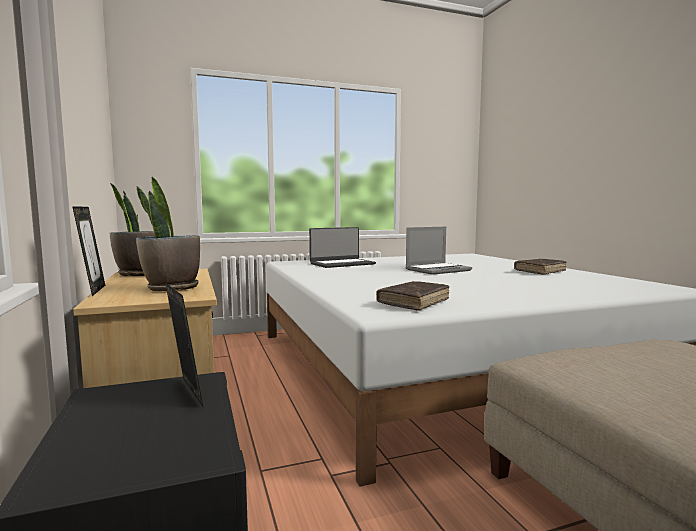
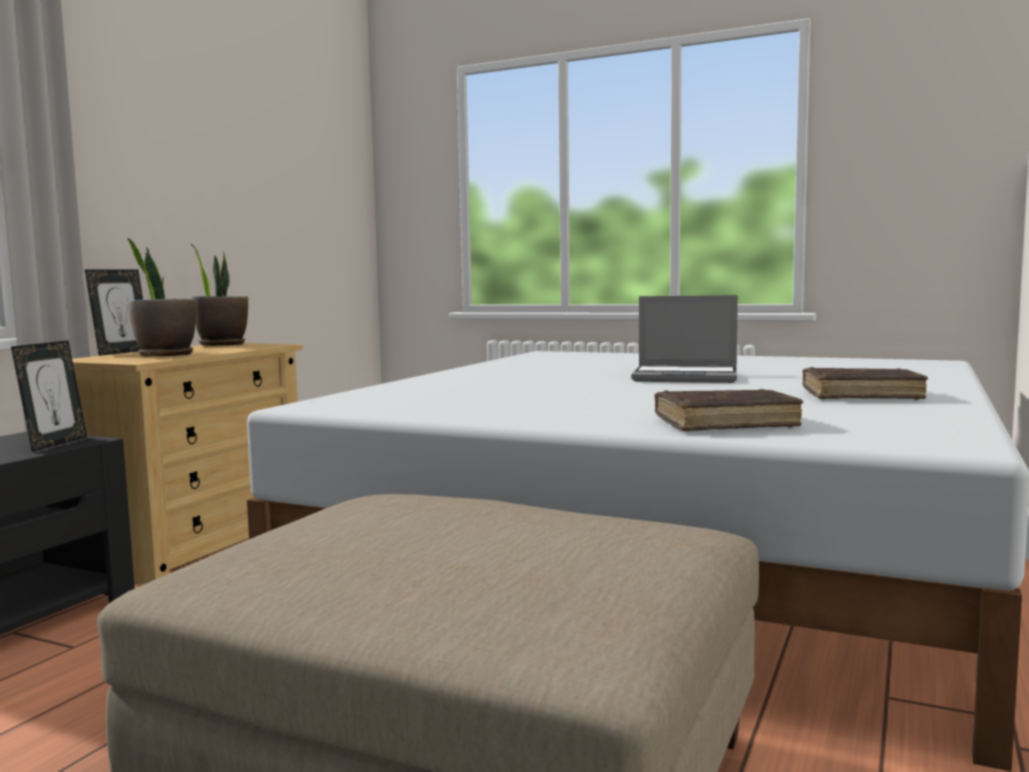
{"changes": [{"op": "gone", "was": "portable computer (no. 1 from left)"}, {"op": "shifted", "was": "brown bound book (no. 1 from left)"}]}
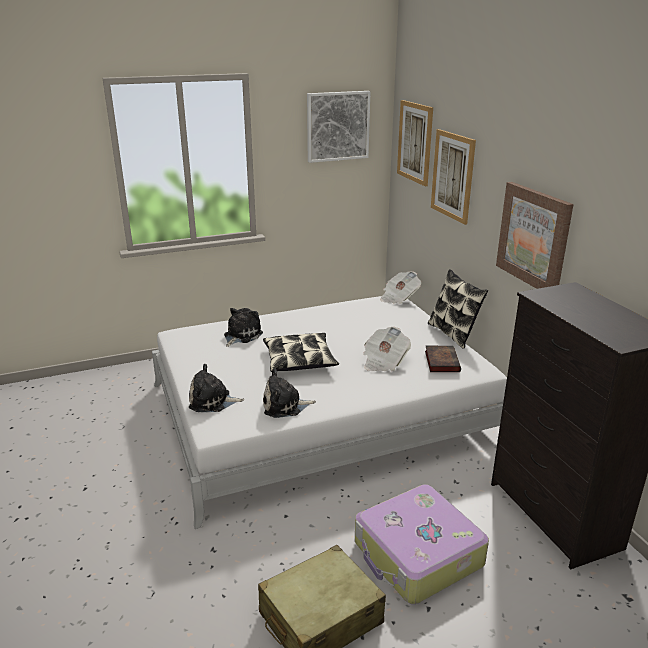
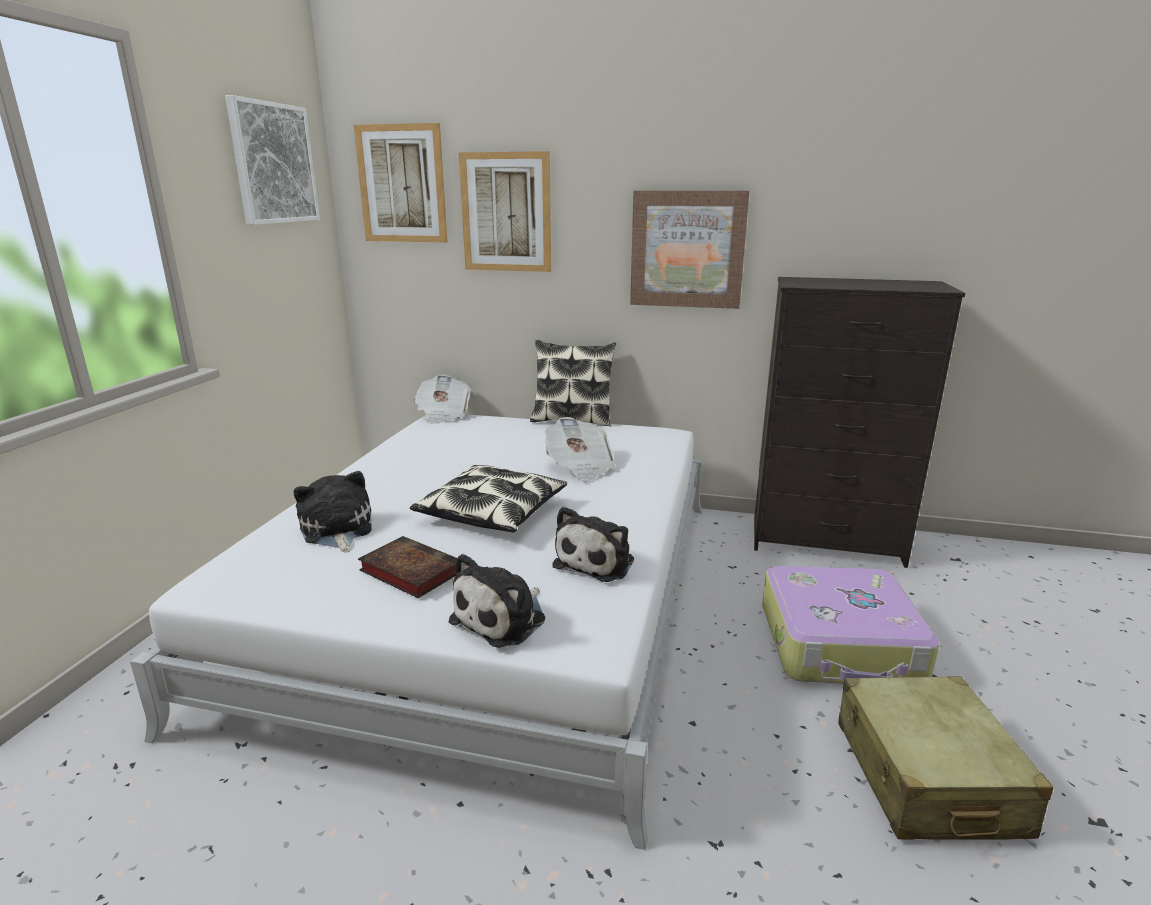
{"changes": [{"op": "shifted", "was": "bound book"}]}
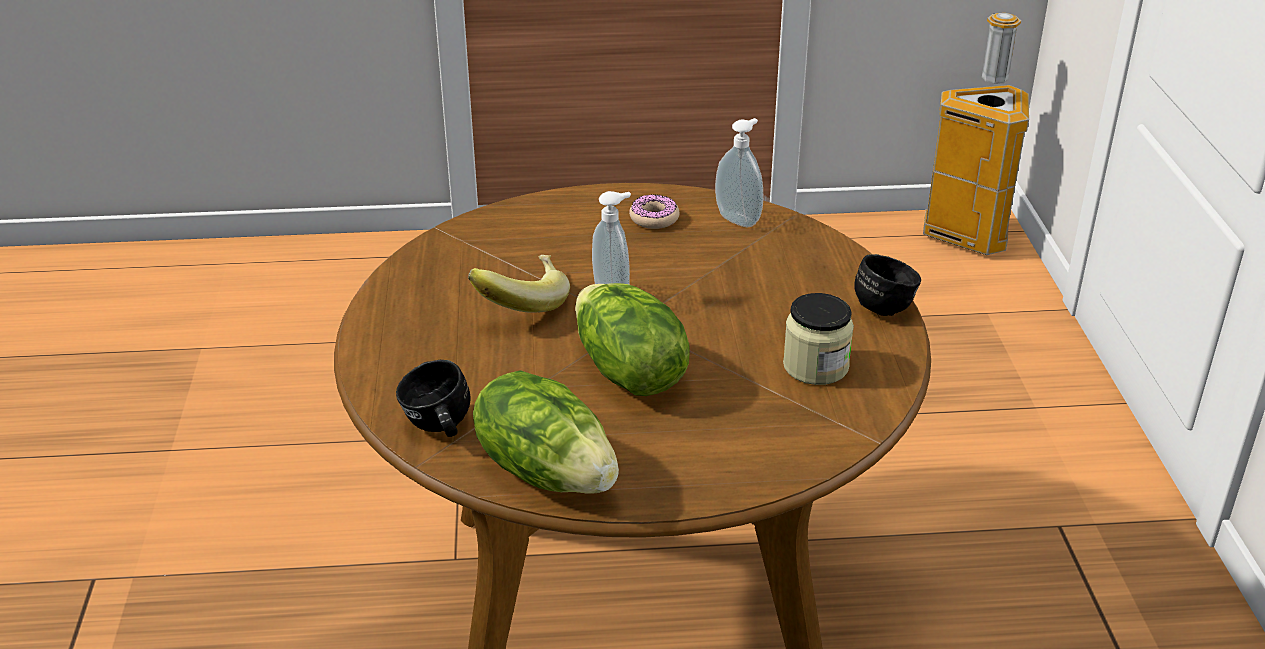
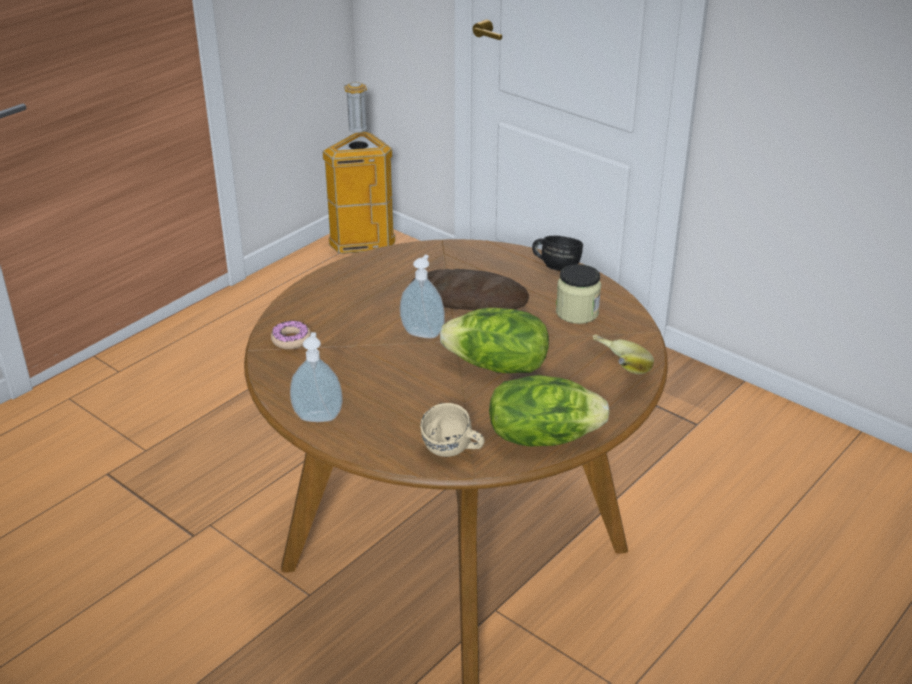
{"changes": [{"op": "new", "now": "baked bread"}, {"op": "shifted", "was": "banana fruit"}, {"op": "shifted", "was": "ring doughnut"}, {"op": "shifted", "was": "soap dispenser (no. 2 from left in the first image)", "now": "soap dispenser (no. 1 from left)"}, {"op": "repainted", "was": "black mug (no. 1 from left)", "now": "beige-coloured mug"}]}
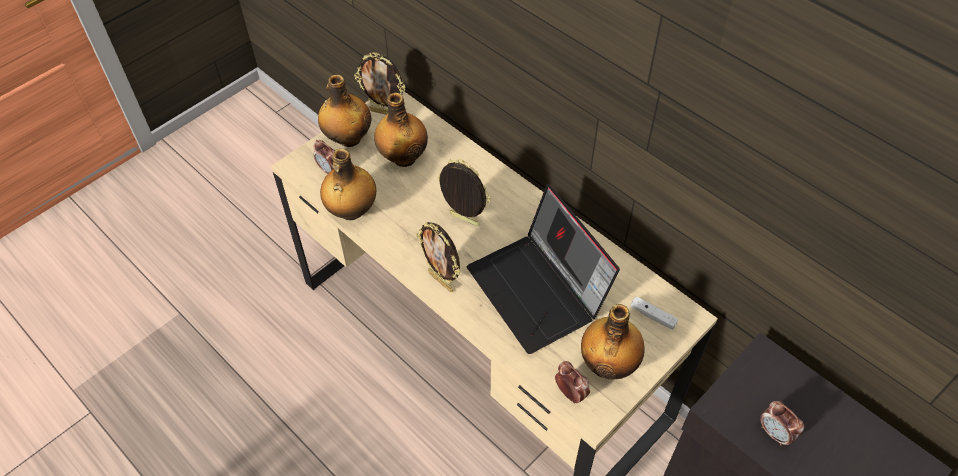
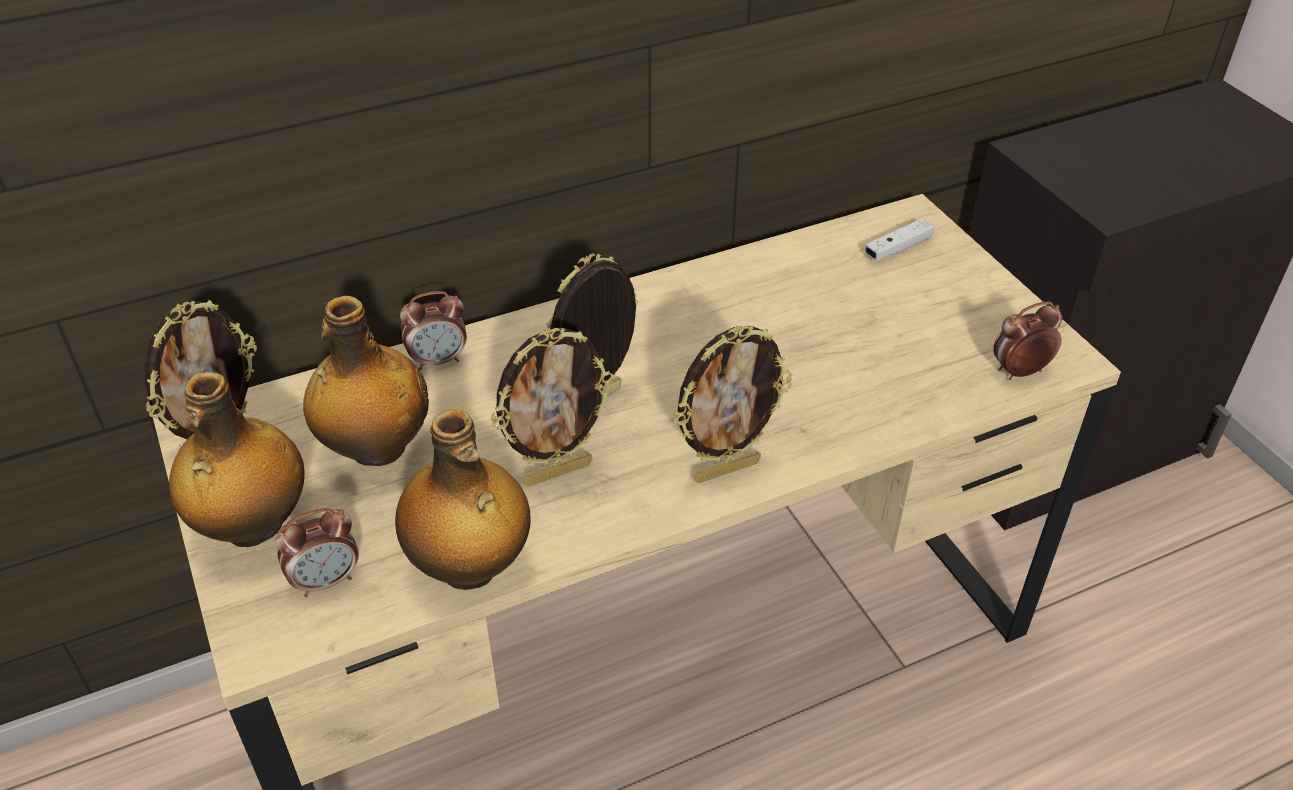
{"changes": [{"op": "gone", "was": "portable computer"}, {"op": "gone", "was": "beverage bottle (no. 4 from left)"}, {"op": "new", "now": "picture frame (no. 2 from left)"}, {"op": "shifted", "was": "bedside clock (no. 3 from left in the first image)", "now": "bedside clock (no. 2 from left)"}]}
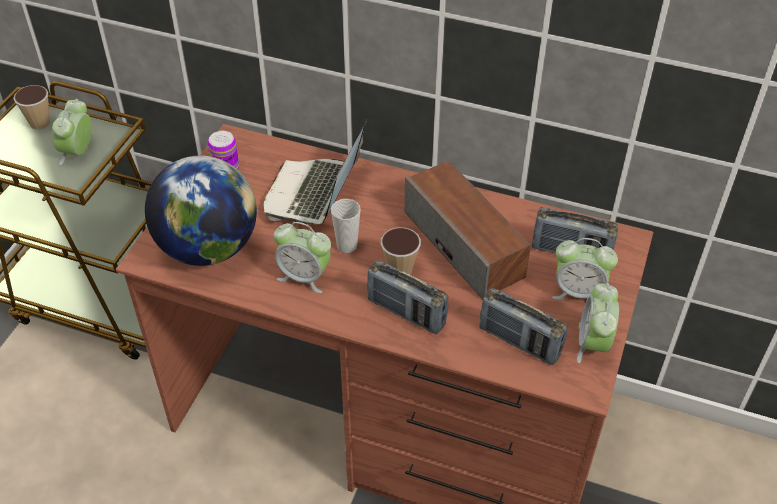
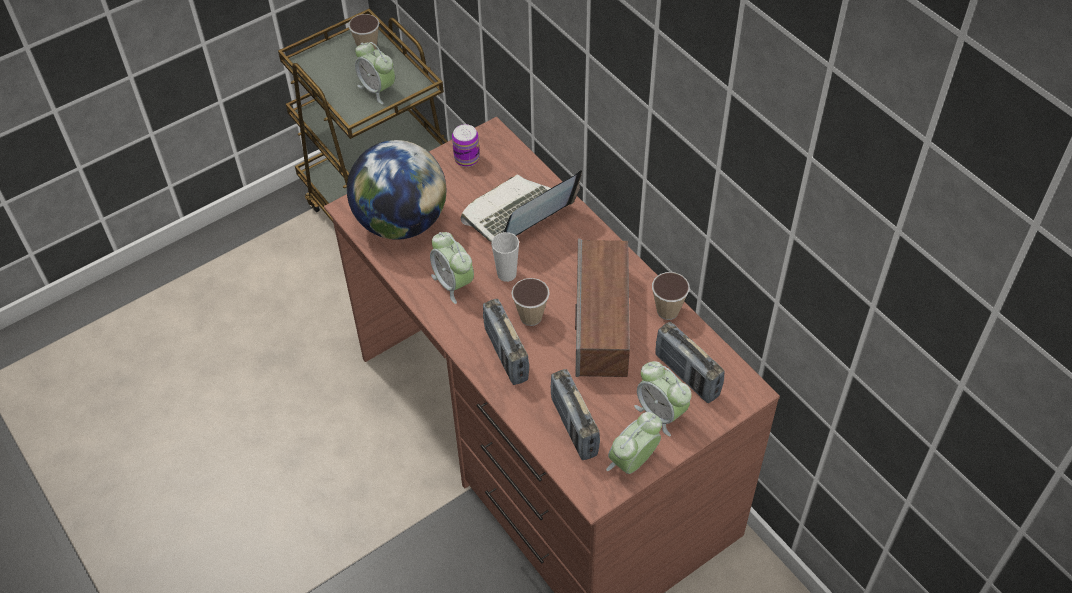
{"changes": [{"op": "new", "now": "drinking cup (no. 4 from left)"}, {"op": "rotated", "was": "bedside clock (no. 1 from left)", "clockwise": -90}]}
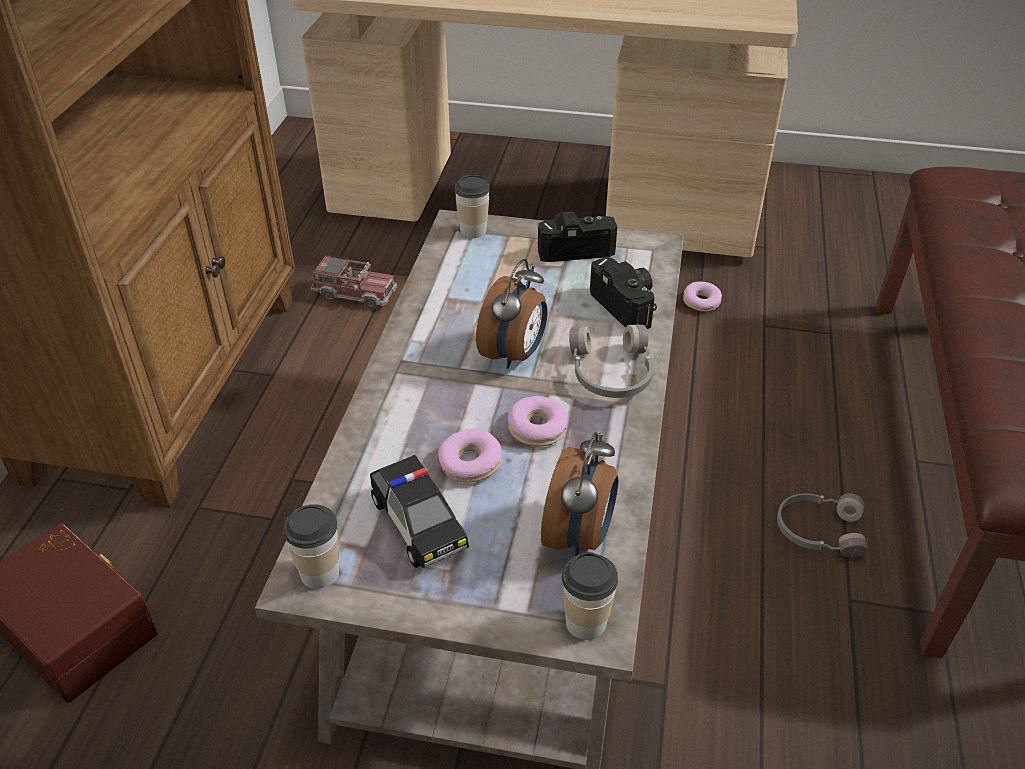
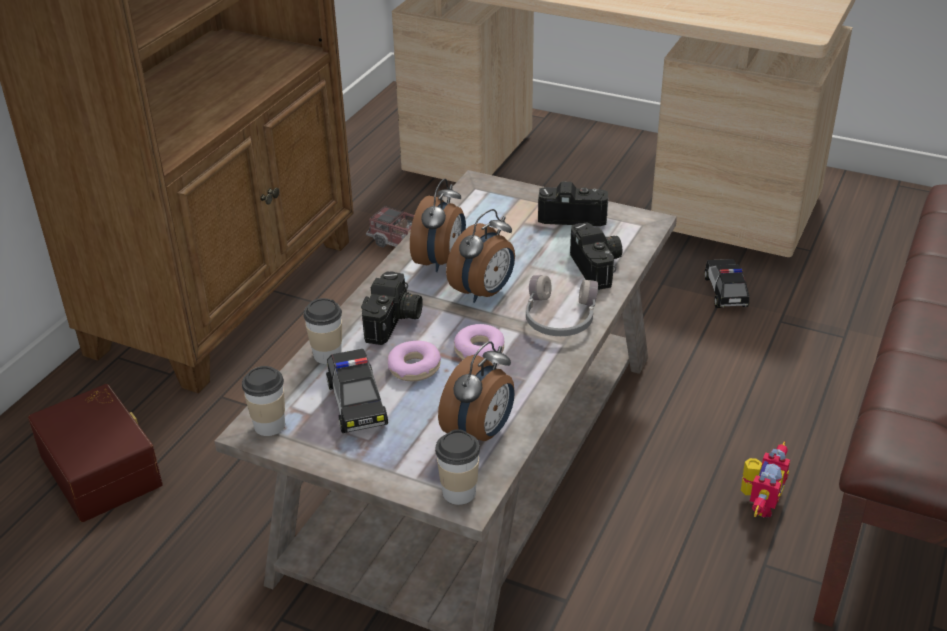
{"changes": [{"op": "new", "now": "photo camera (no. 1 from left)"}, {"op": "new", "now": "bedside clock (no. 1 from left)"}, {"op": "shifted", "was": "drinking cup (no. 2 from left)"}, {"op": "swapped", "was": "ring doughnut (no. 3 from left)", "now": "model car (no. 2 from left)"}, {"op": "swapped", "was": "gray headphones (no. 2 from left)", "now": "robot figure"}]}
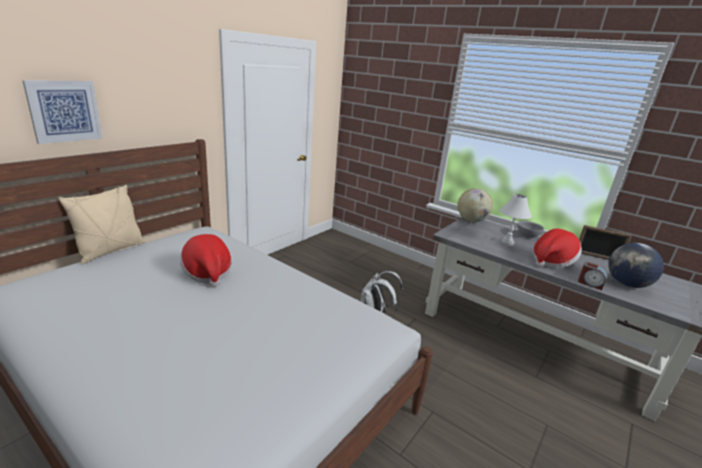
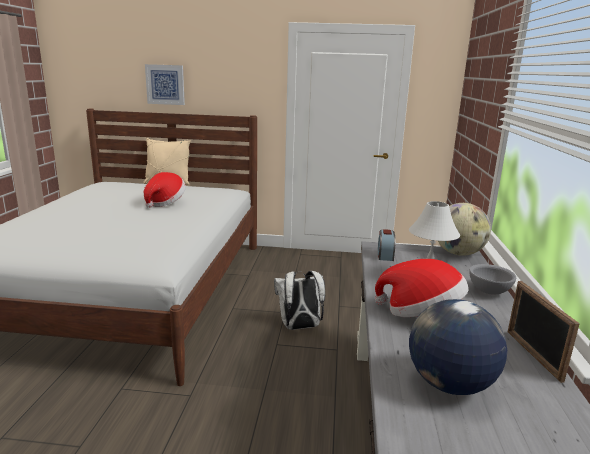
{"changes": [{"op": "shifted", "was": "bedside clock"}]}
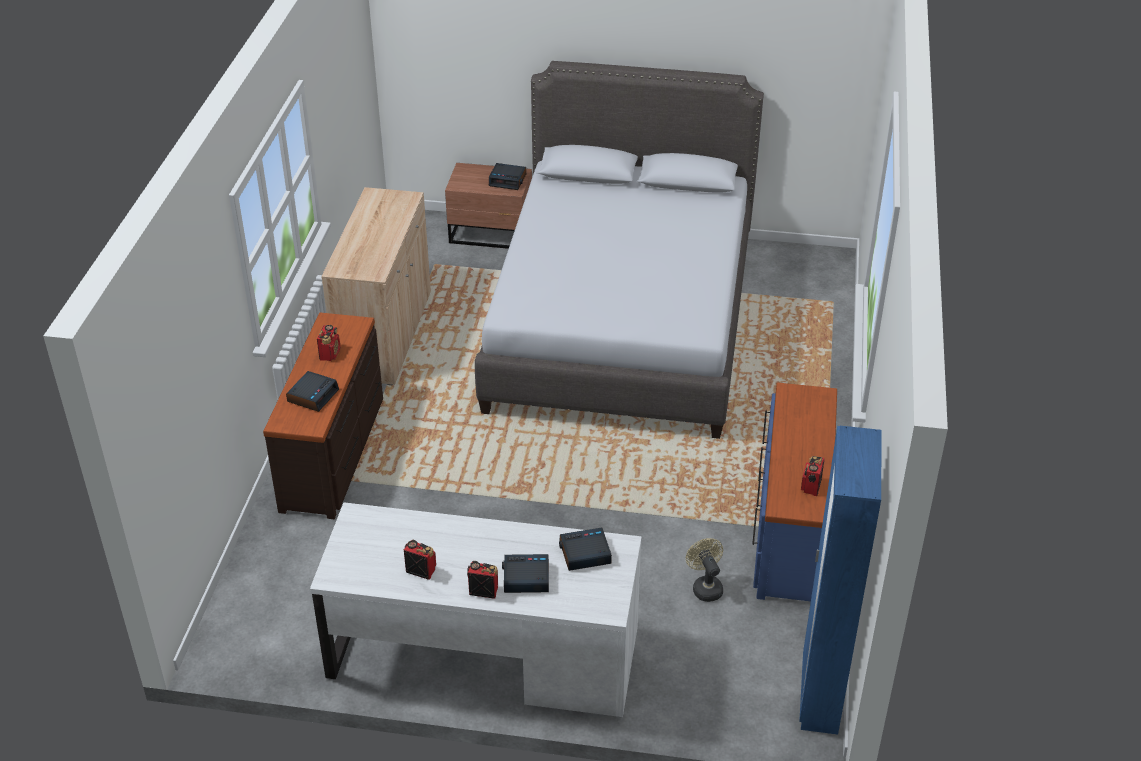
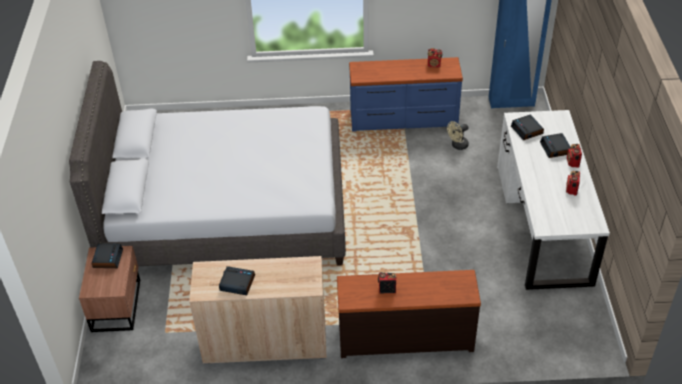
{"changes": [{"op": "shifted", "was": "bedside clock (no. 1 from left in the first image)", "now": "bedside clock (no. 2 from left)"}]}
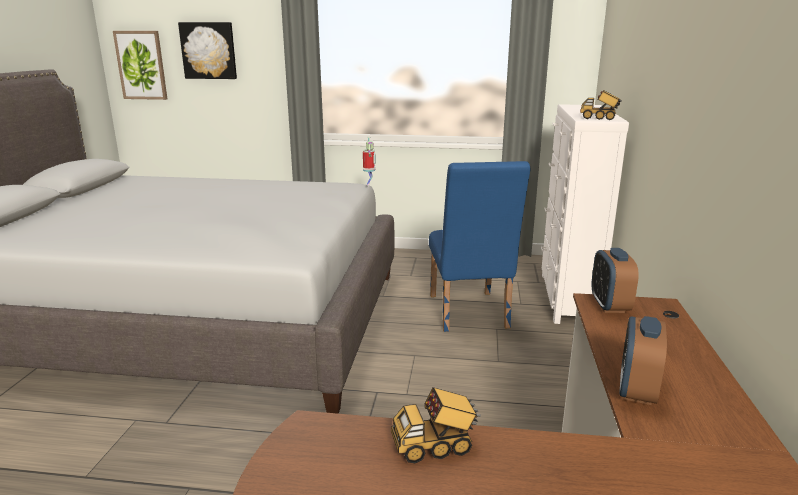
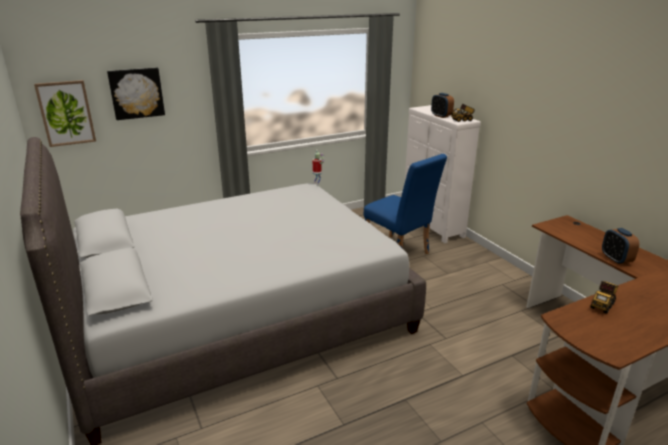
{"changes": [{"op": "shifted", "was": "bedside clock (no. 1 from left)"}]}
